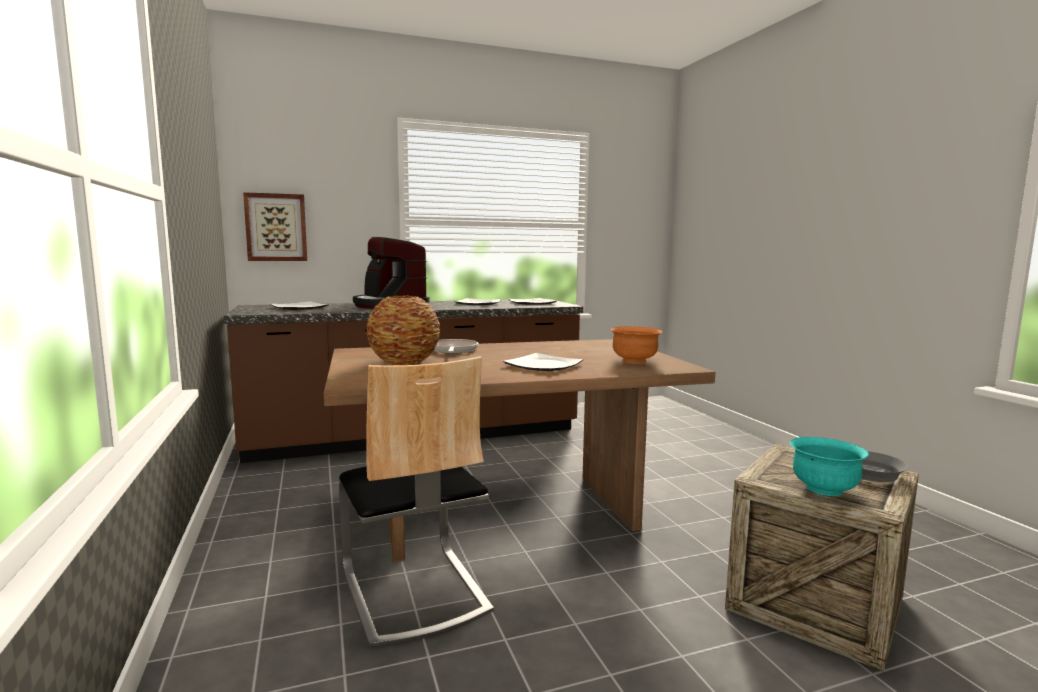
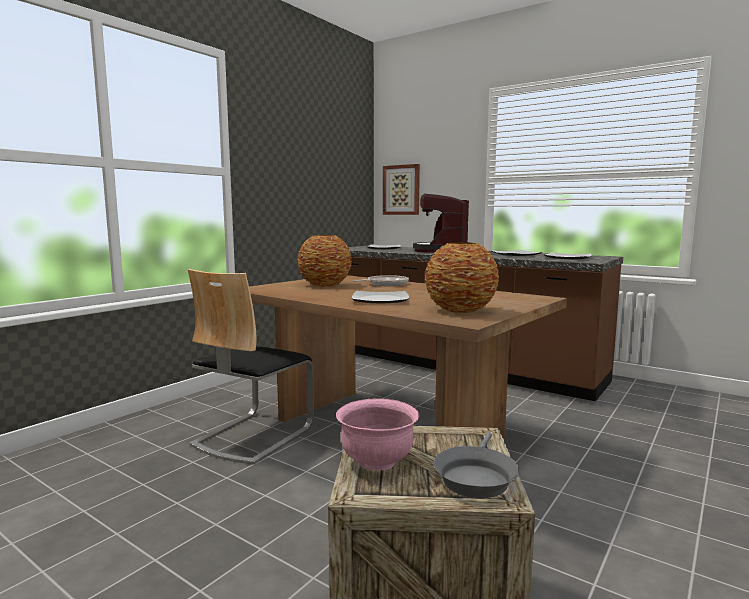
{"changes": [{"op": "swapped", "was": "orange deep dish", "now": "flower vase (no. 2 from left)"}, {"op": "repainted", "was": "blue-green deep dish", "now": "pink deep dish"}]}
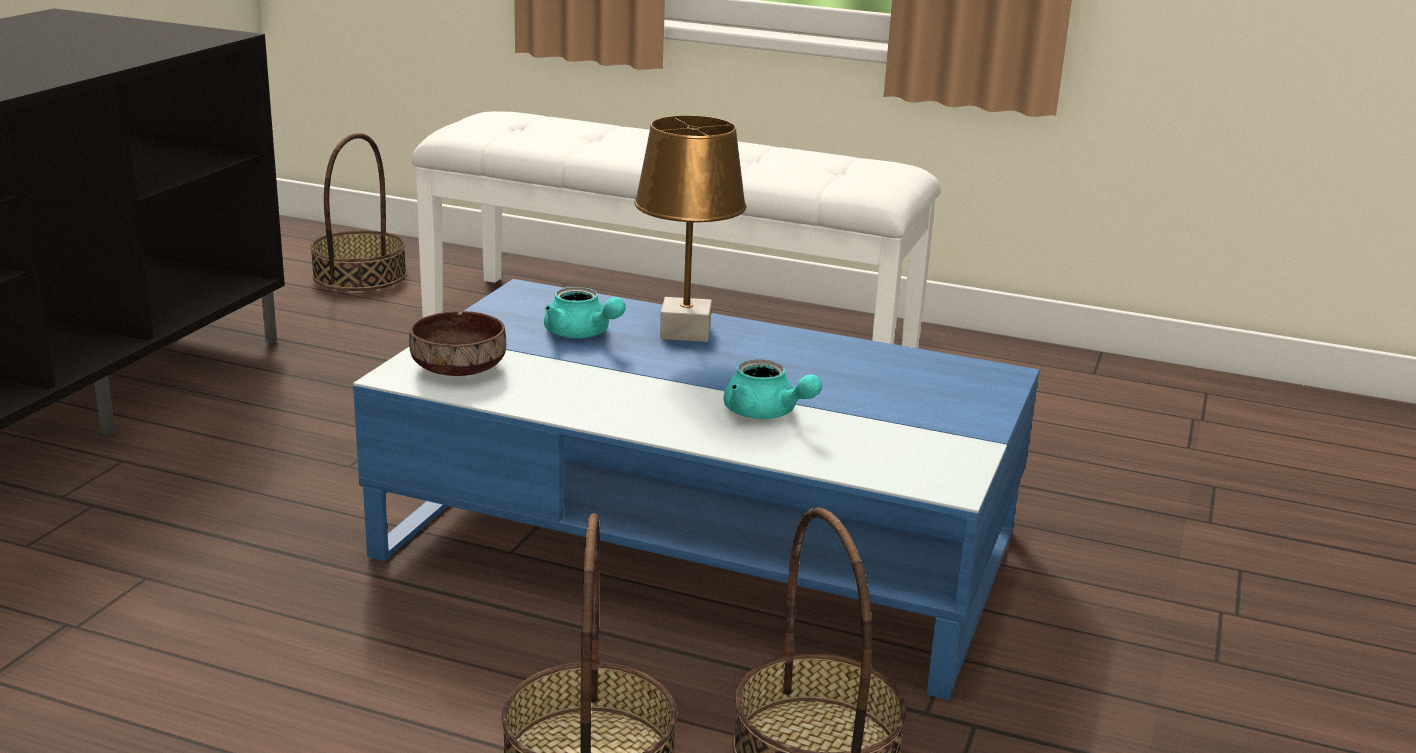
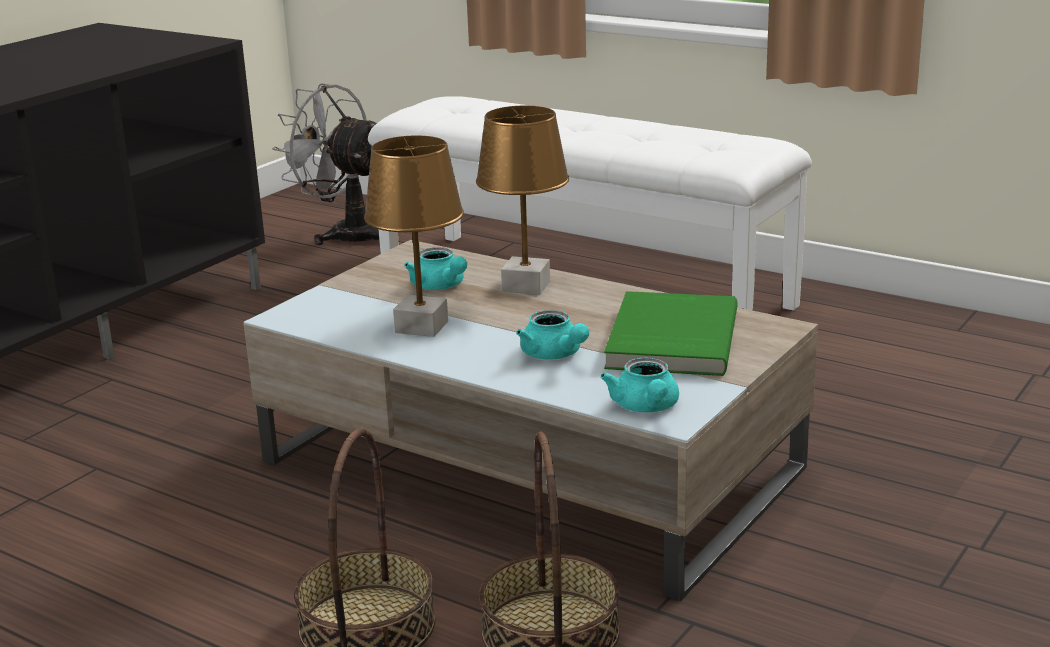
{"changes": [{"op": "gone", "was": "brown deep dish"}, {"op": "new", "now": "brown lamp for a table (no. 1 from left)"}, {"op": "new", "now": "blue-green teapot (no. 3 from left)"}, {"op": "new", "now": "green-coloured bound book"}, {"op": "swapped", "was": "basket (no. 1 from left)", "now": "gray fan"}, {"op": "repainted", "was": "blue-coloured low table", "now": "beige-coloured low table"}]}
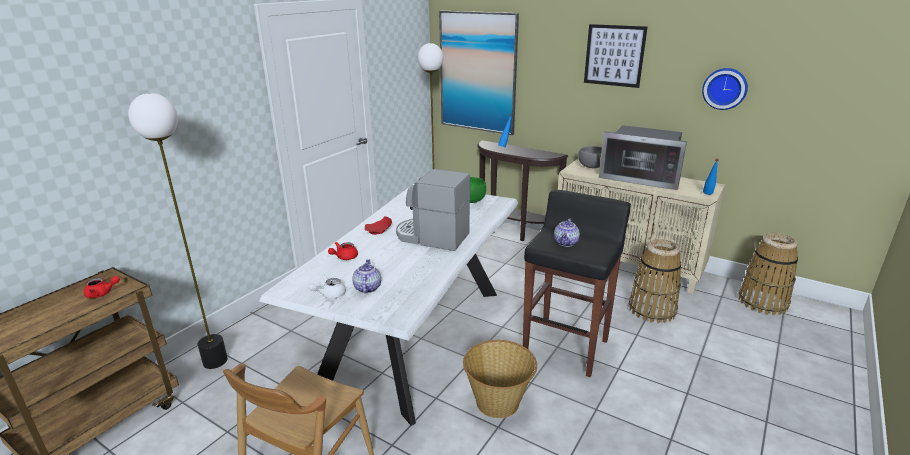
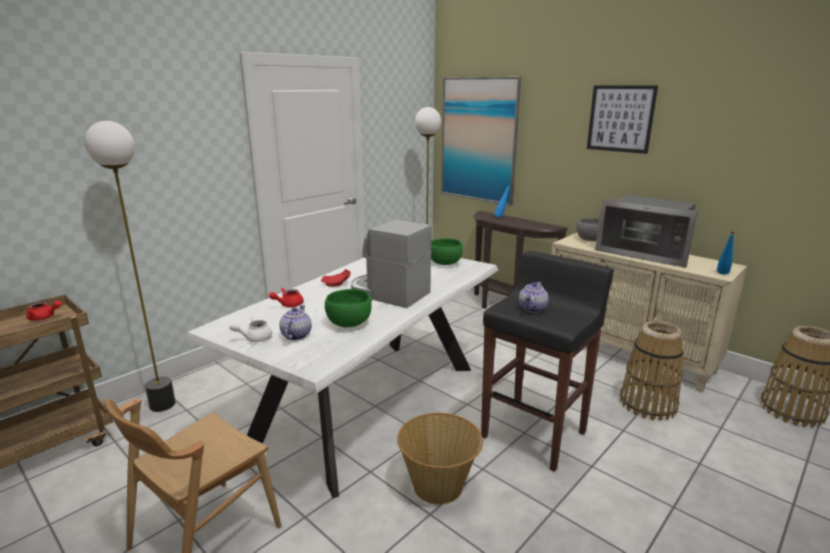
{"changes": [{"op": "gone", "was": "wall clock"}, {"op": "new", "now": "green-coloured deep dish (no. 1 from left)"}]}
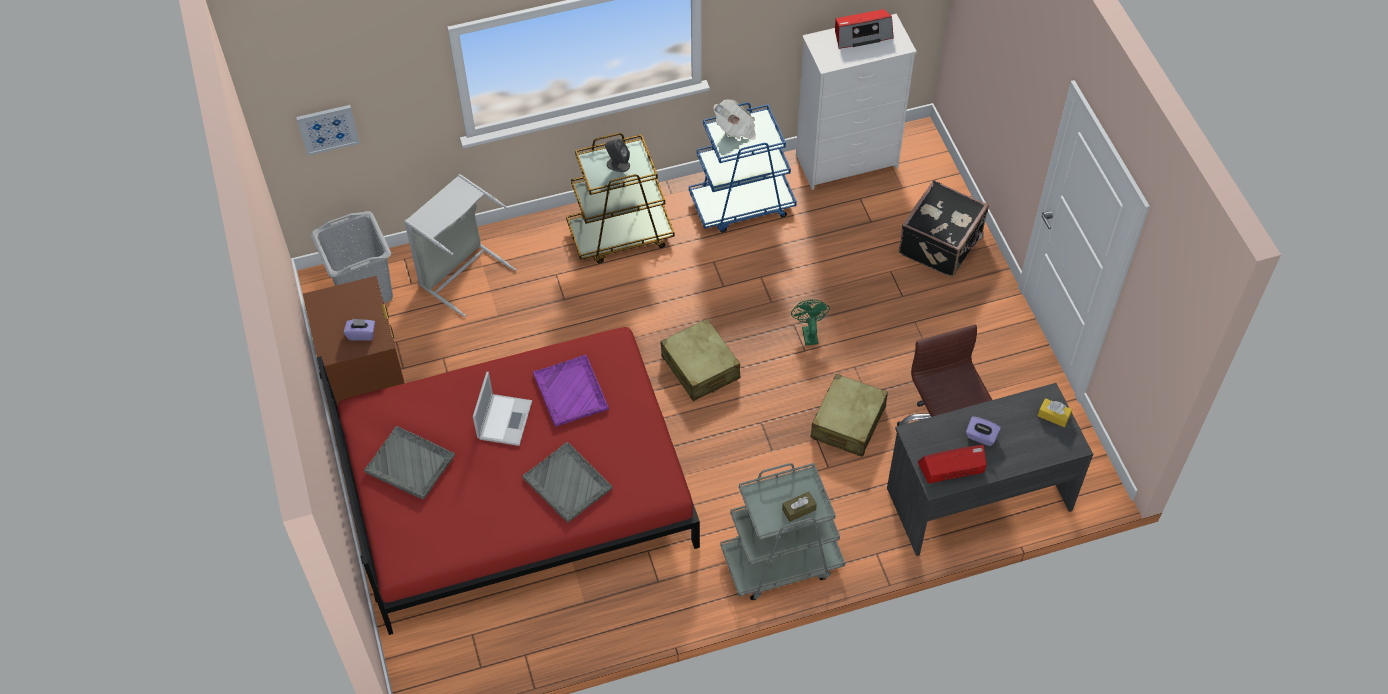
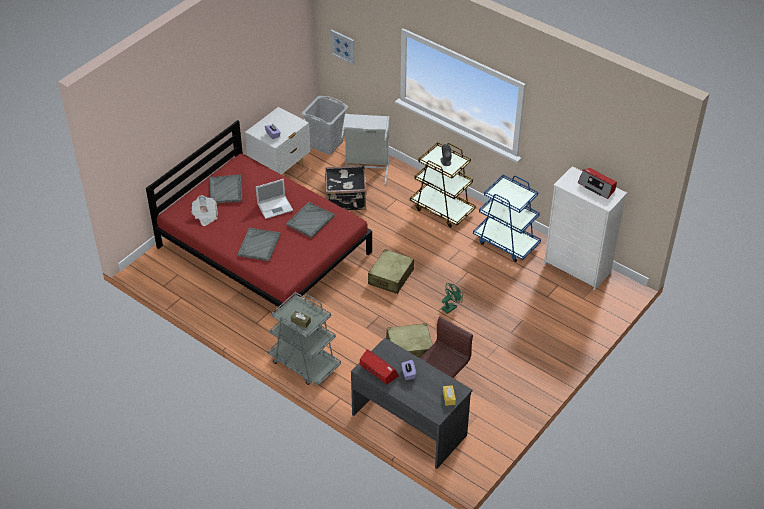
{"changes": [{"op": "shifted", "was": "newspaper"}, {"op": "shifted", "was": "black piece of luggage"}, {"op": "repainted", "was": "brown night table", "now": "white night table"}, {"op": "repainted", "was": "purple-coloured tray", "now": "gray tray (no. 3 from left)"}]}
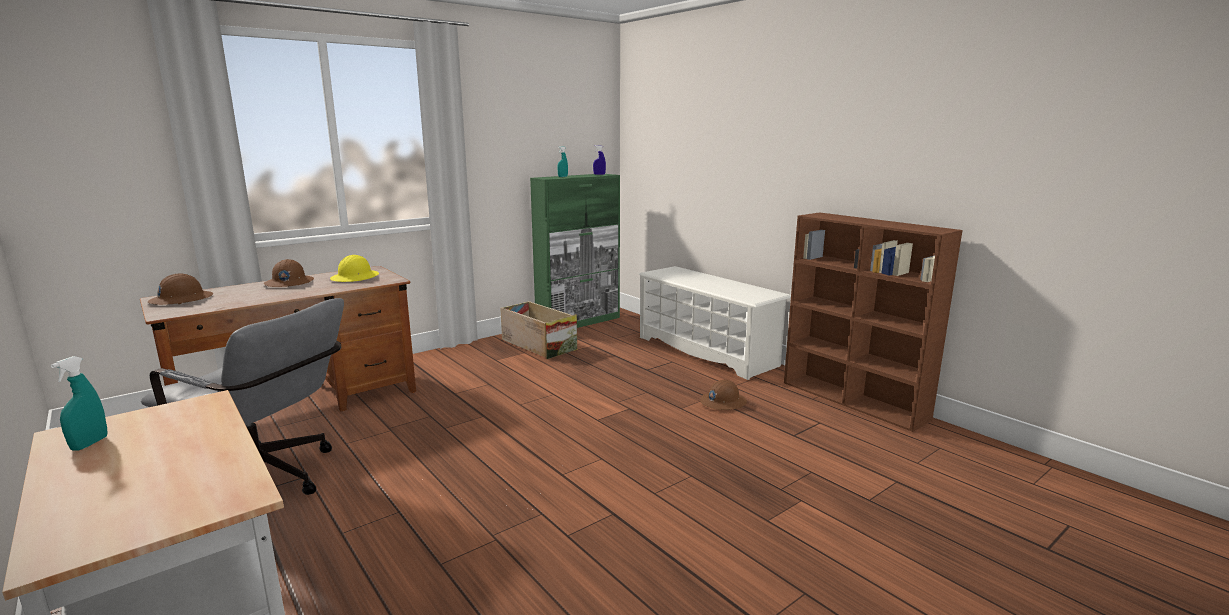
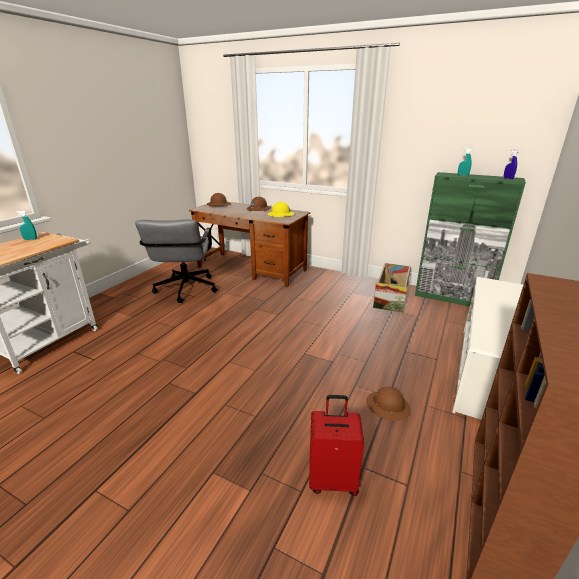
{"changes": [{"op": "new", "now": "red-coloured piece of luggage"}]}
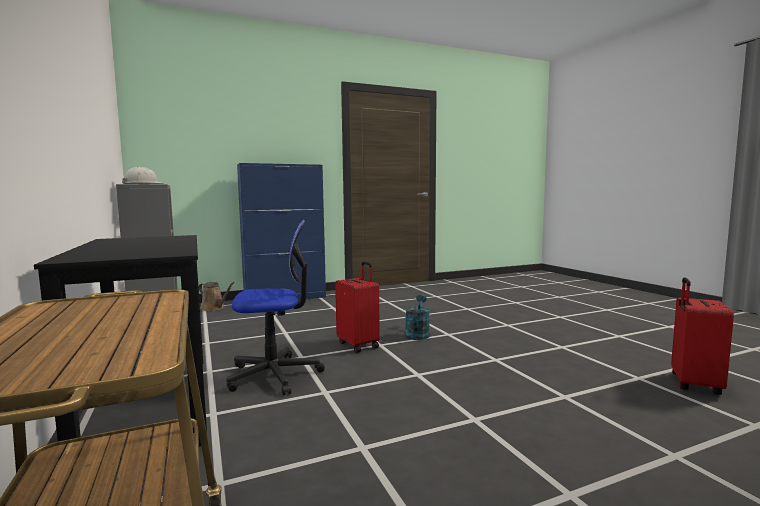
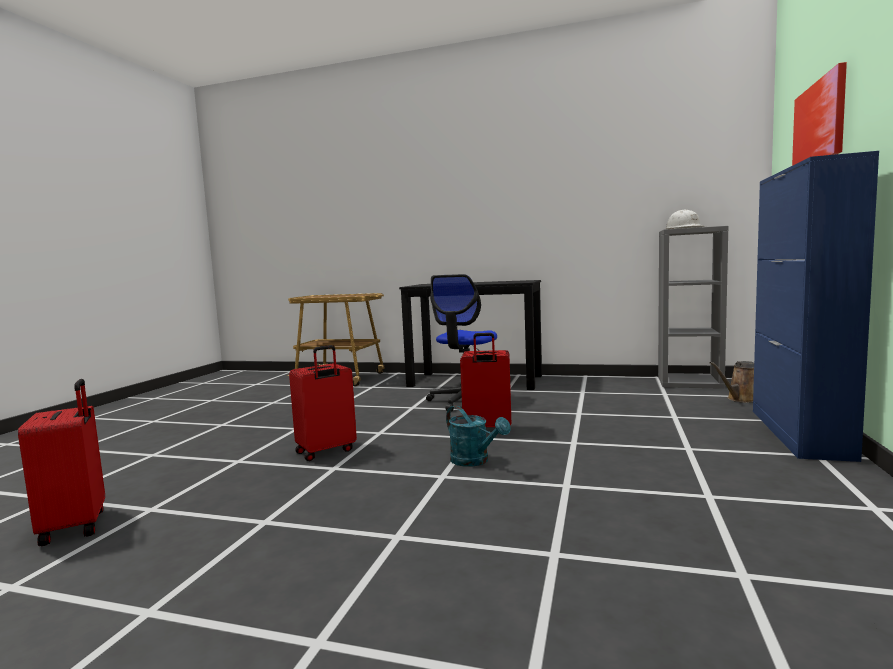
{"changes": [{"op": "new", "now": "red-coloured piece of luggage (no. 2 from left)"}, {"op": "new", "now": "picture"}]}
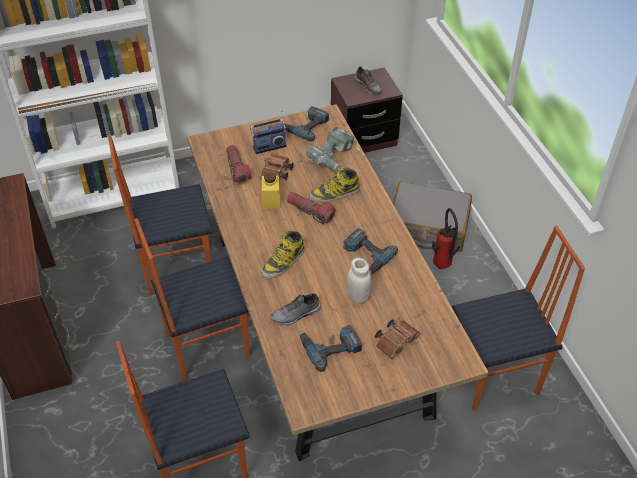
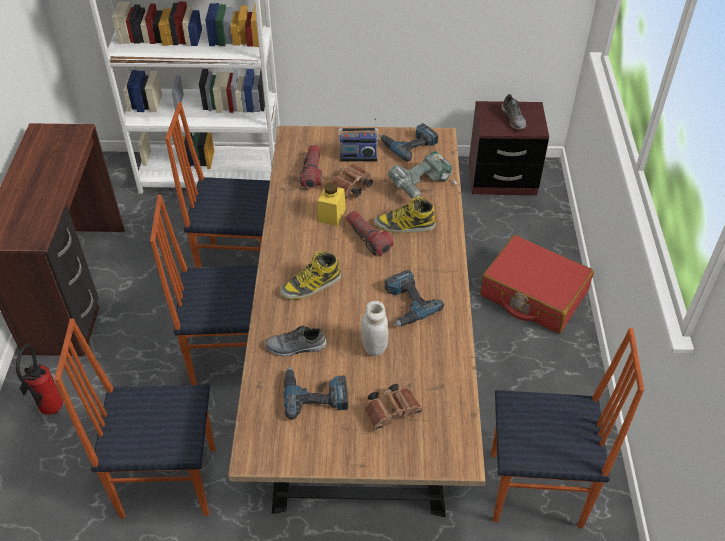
{"changes": [{"op": "shifted", "was": "fire-fighting cylinder"}, {"op": "repainted", "was": "gray piece of luggage", "now": "red-coloured piece of luggage"}]}
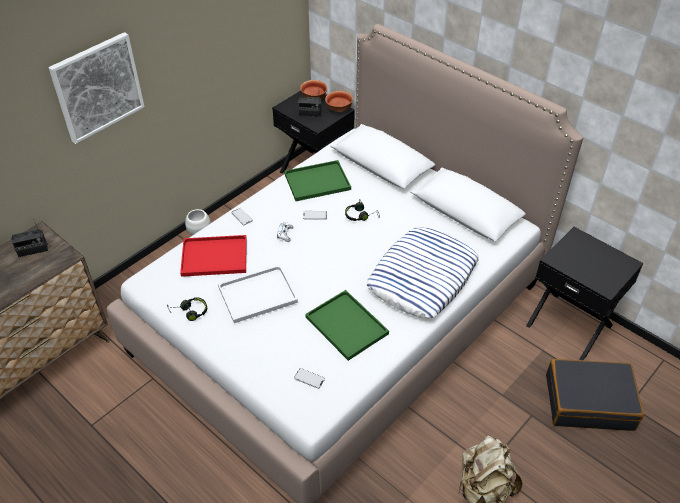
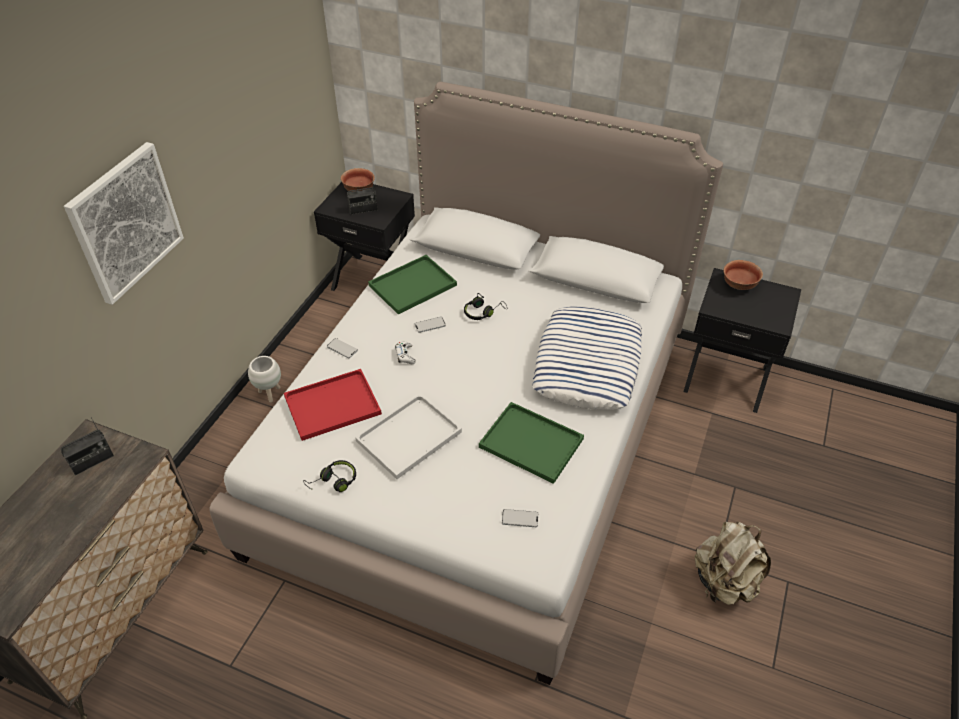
{"changes": [{"op": "gone", "was": "black piece of luggage"}, {"op": "shifted", "was": "deep dish (no. 2 from left)"}]}
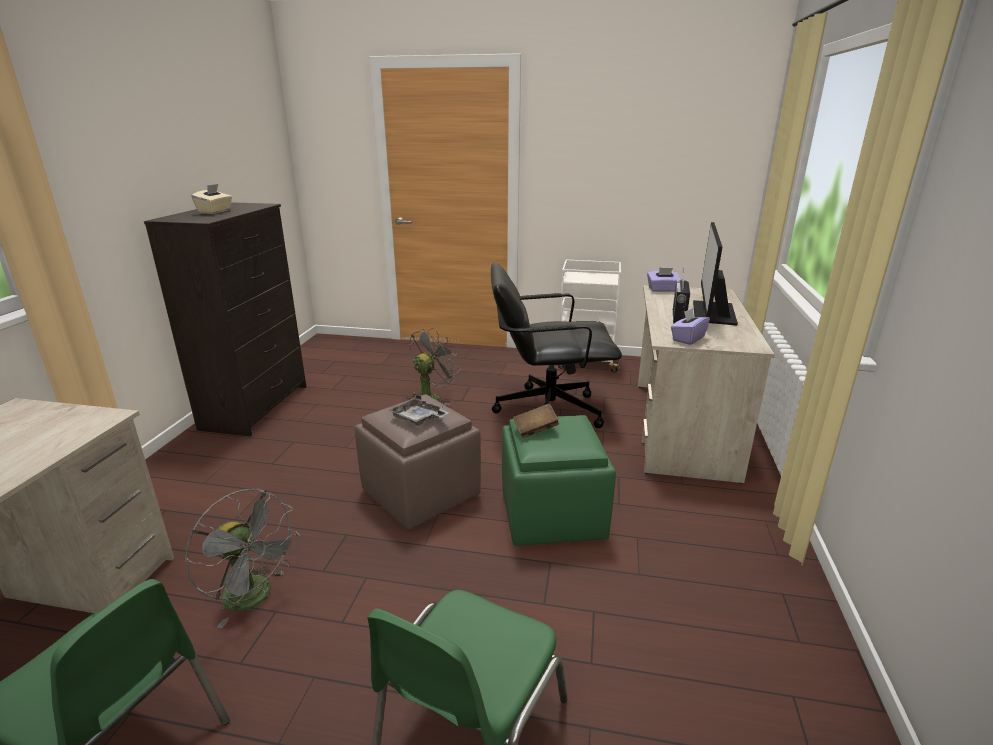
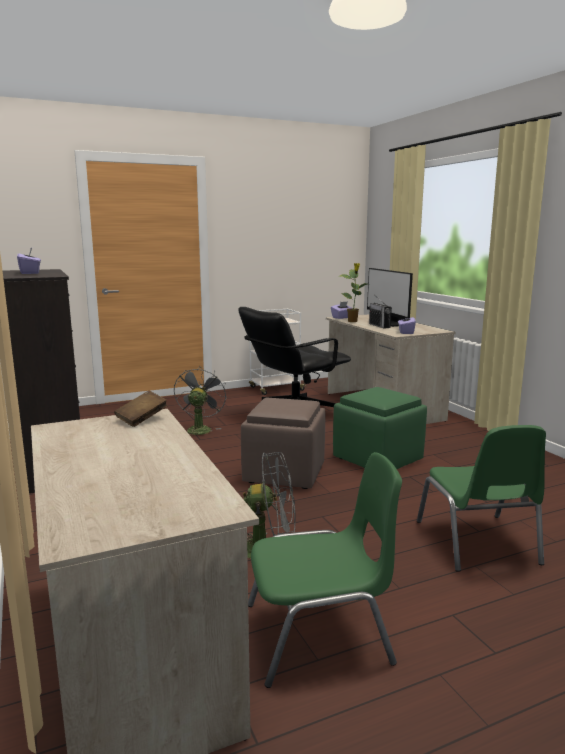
{"changes": [{"op": "gone", "was": "gray tray"}, {"op": "new", "now": "potted plant"}, {"op": "shifted", "was": "brown bound book"}, {"op": "repainted", "was": "beige-coloured box of tissues", "now": "purple-coloured box of tissues (no. 1 from left)"}]}
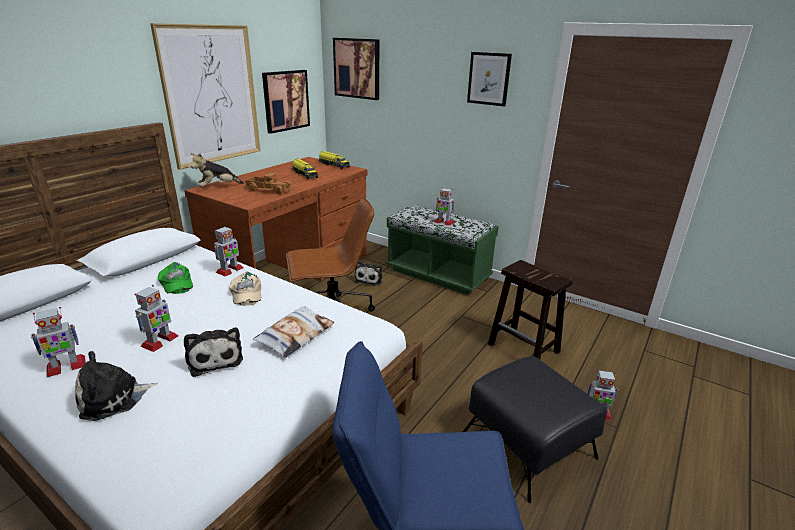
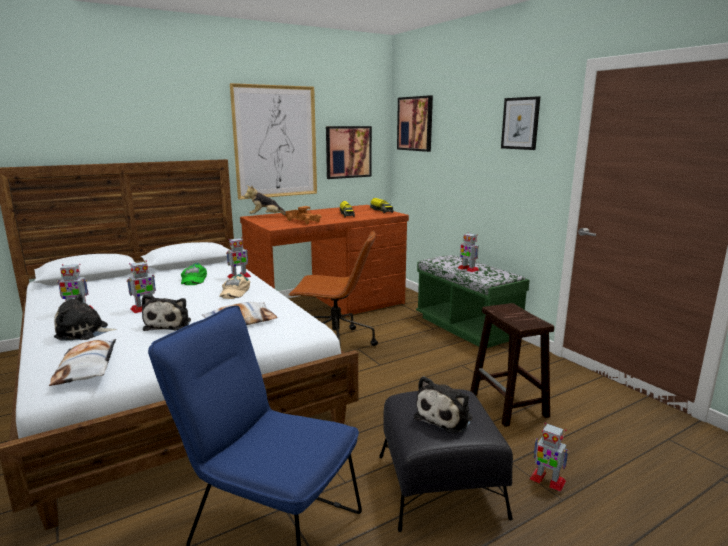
{"changes": [{"op": "new", "now": "cushion (no. 1 from left)"}, {"op": "shifted", "was": "soft toy (no. 4 from left)"}]}
